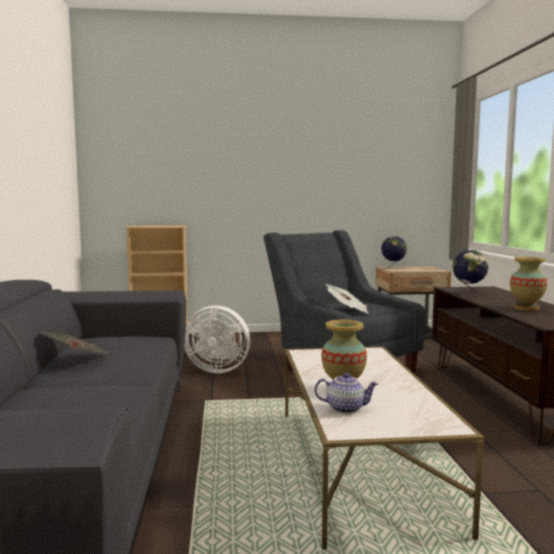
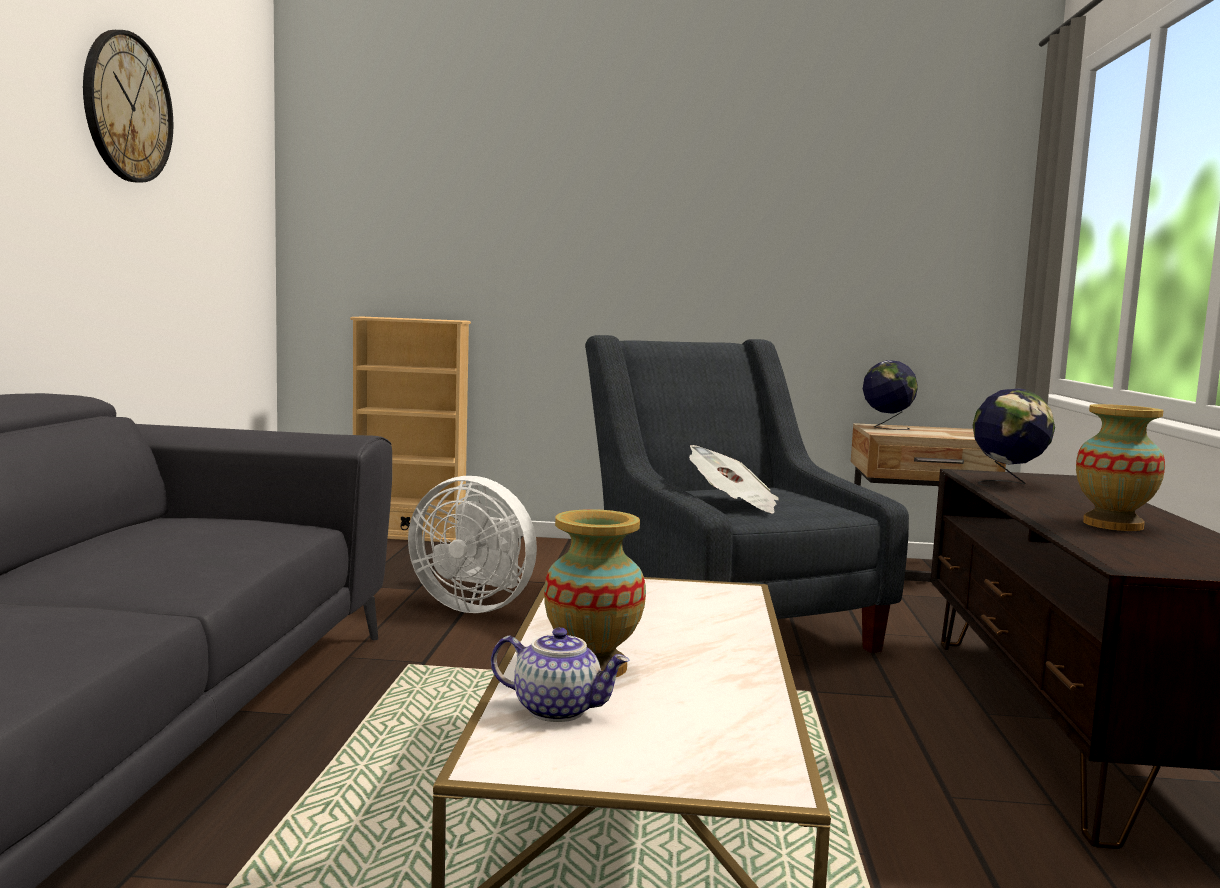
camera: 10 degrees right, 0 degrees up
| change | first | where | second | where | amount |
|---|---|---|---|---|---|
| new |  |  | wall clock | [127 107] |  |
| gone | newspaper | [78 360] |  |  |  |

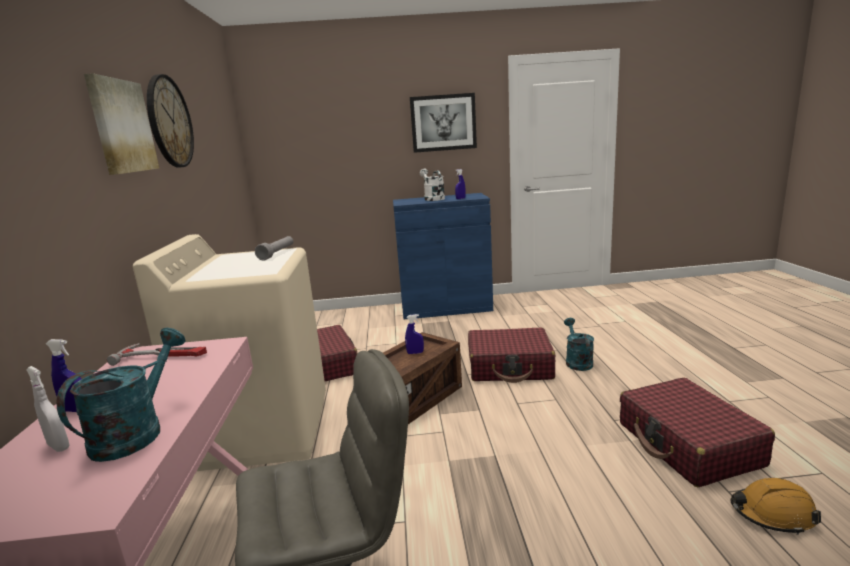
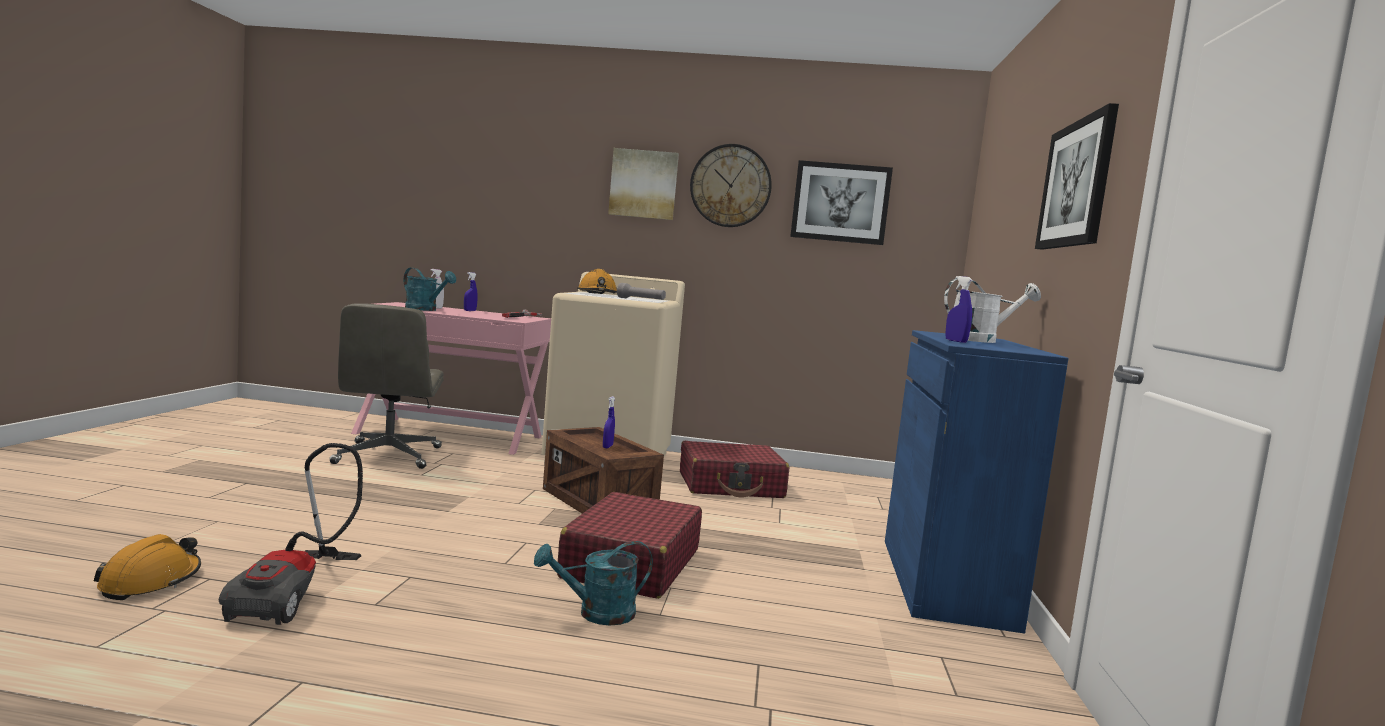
camera: 100 degrees right, 10 degrees down
| change | first | where | second | where | amount |
|---|---|---|---|---|---|
| swapped | red suitcase | [688 444] | vacuum cleaner | [296 595] |  |
| rotated | turquoise watering can | [577 361] |  | [596 614] | 150 degrees clockwise |
| new |  |  | orange hard hat | [597 294] |  |
| new |  |  | picture | [840 203] |  |

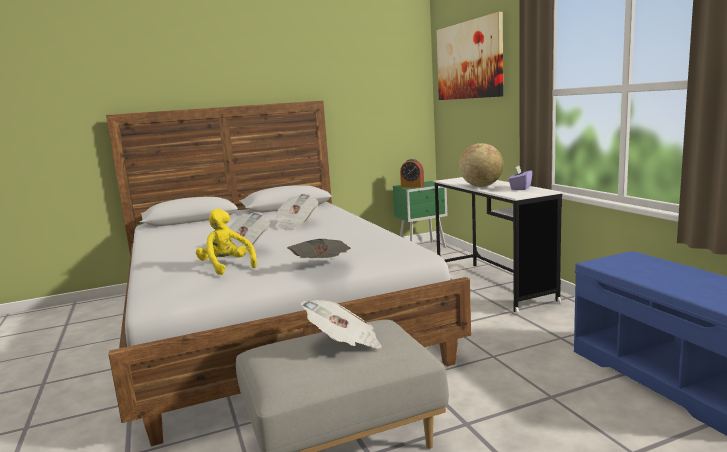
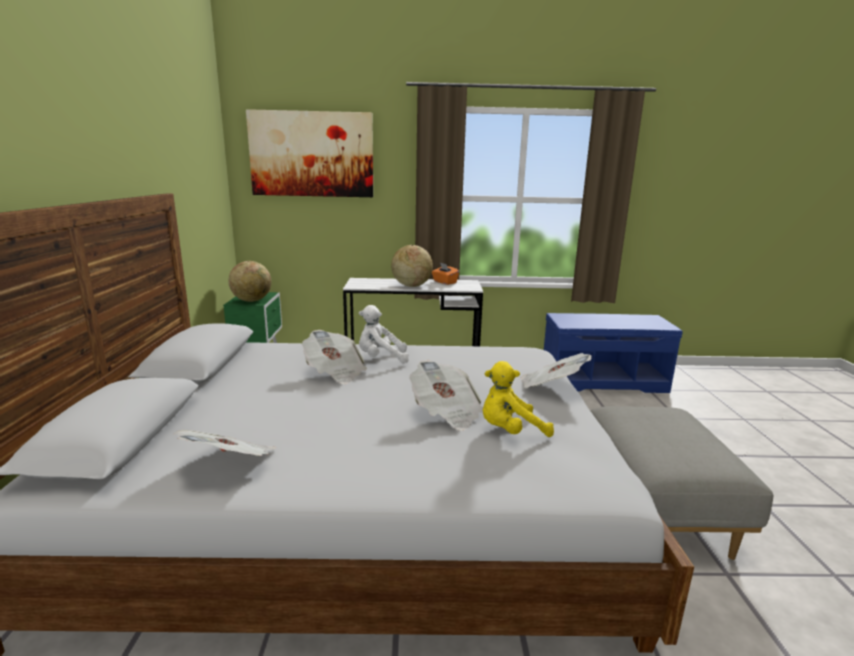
camera: 70 degrees left, 5 degrees up
| change | first | where | second | where | amount |
|---|---|---|---|---|---|
| shifted | newspaper | [344 343] |  | [231 464] |  |
| swapped | alarm clock | [412 186] | globe | [252 300] |  |
| new |  |  | white plush toy | [381 358] |  |
| repainted | purple tissue box | [520 188] | orange tissue box | [444 282] |  |

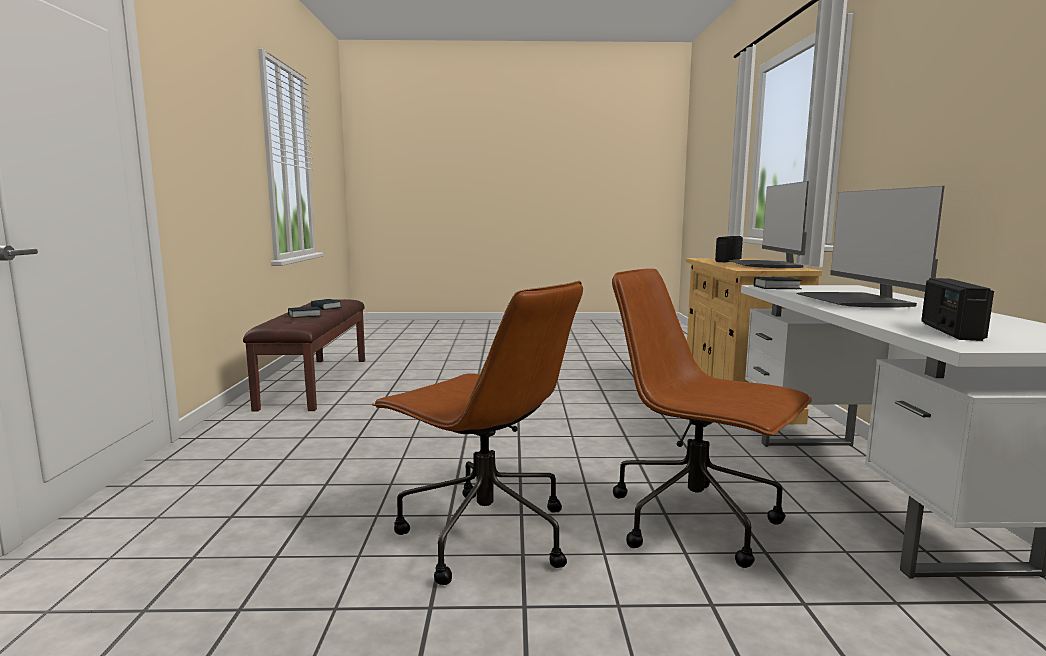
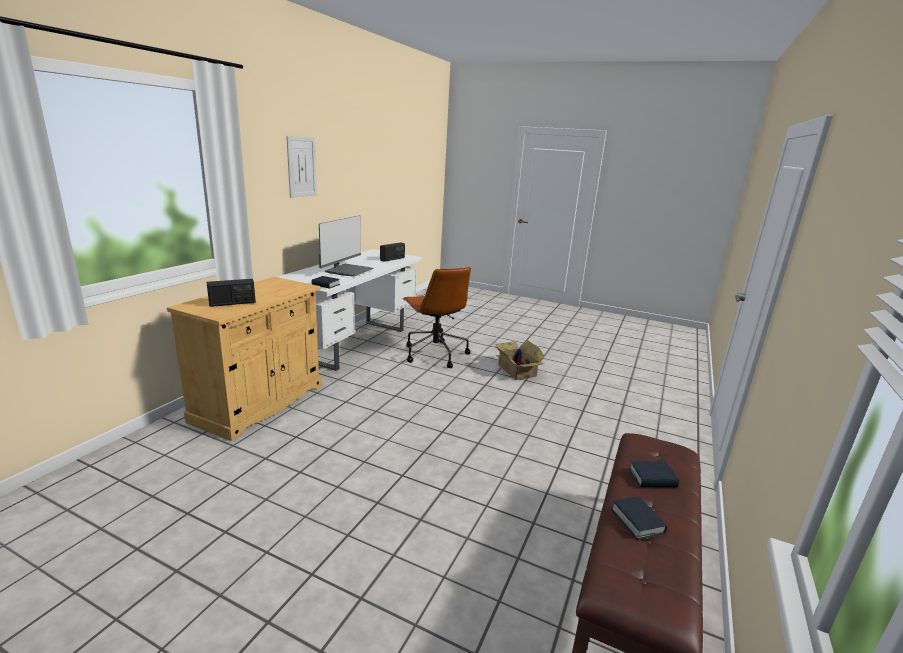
camera: 155 degrees left, 10 degrees up
| change | first | where | second | where | amount |
|---|---|---|---|---|---|
| new |  |  | picture | [301 167] |  |
| swapped | brown office chair | [483 535] | cardboard box | [516 370] |  |
| gone | monitor | [766 265] |  |  |  |

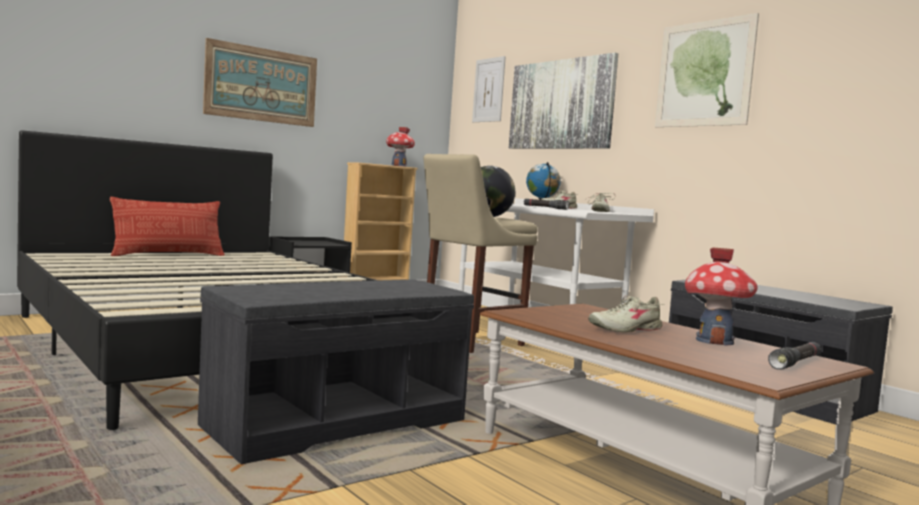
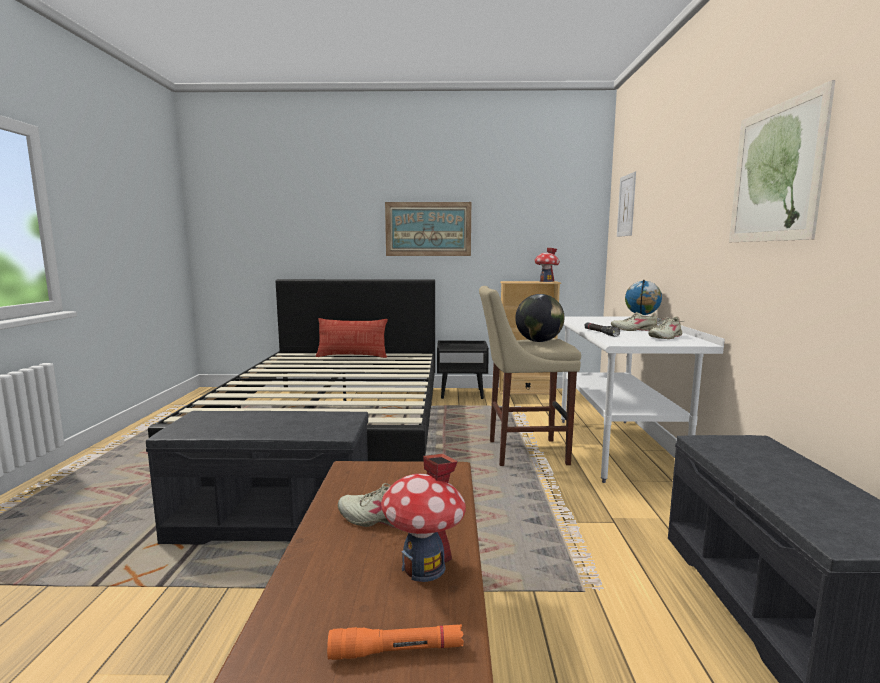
camera: 40 degrees right, 5 degrees up
| change | first | where | second | where | amount |
|---|---|---|---|---|---|
| repainted | black flashlight | [795 363] | orange flashlight | [396 651] |  |
| gone | picture | [561 104] |  |  |  |

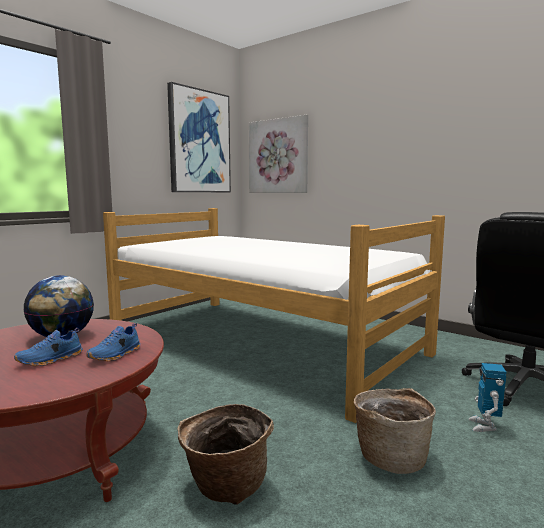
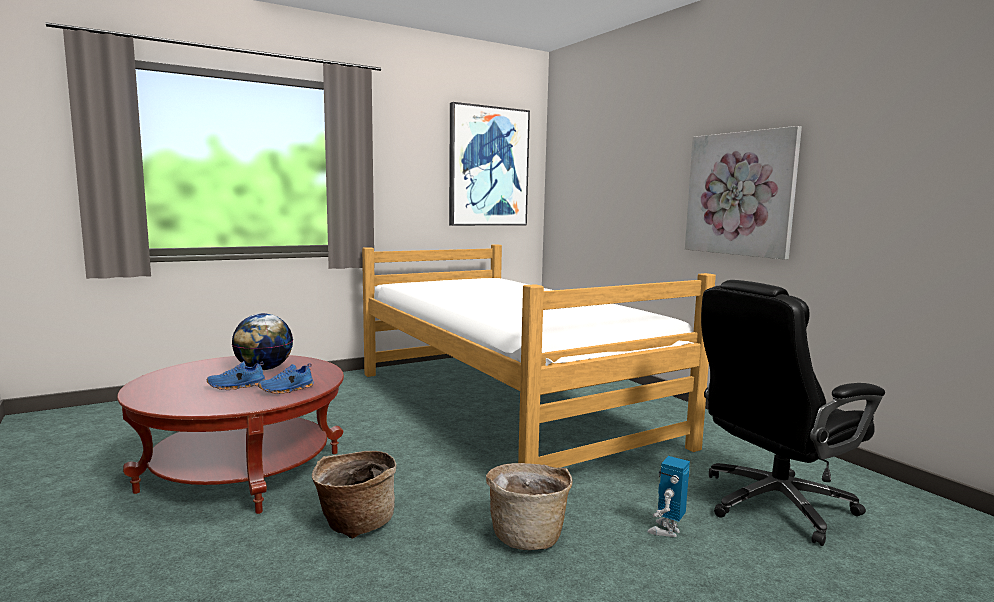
camera: 20 degrees right, 0 degrees up
| change | first | where | second | where | amount |
|---|---|---|---|---|---|
| shifted | picture | [278 156] |  | [739 194] |  |

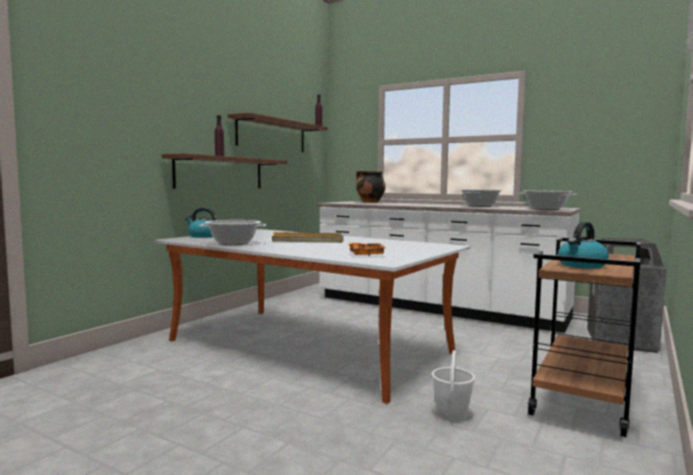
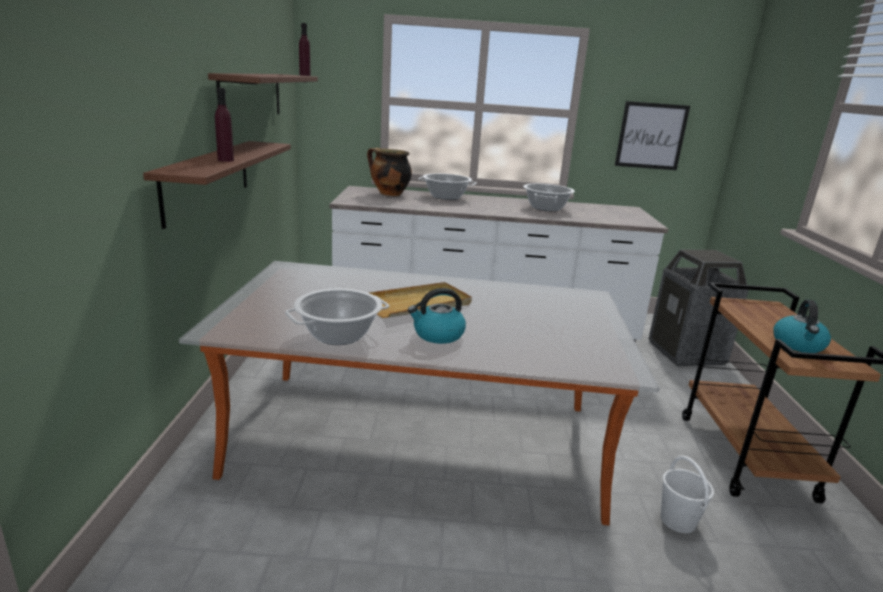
camera: 30 degrees left, 15 degrees up
| change | first | where | second | where | amount |
|---|---|---|---|---|---|
| shifted | kettle | [203 236] |  | [437 335] |  |
| shifted | cooking pot | [545 209] |  | [445 197] |  |
| new |  |  | picture | [651 136] |  |
| gone | orange tray | [365 254] |  |  |  |

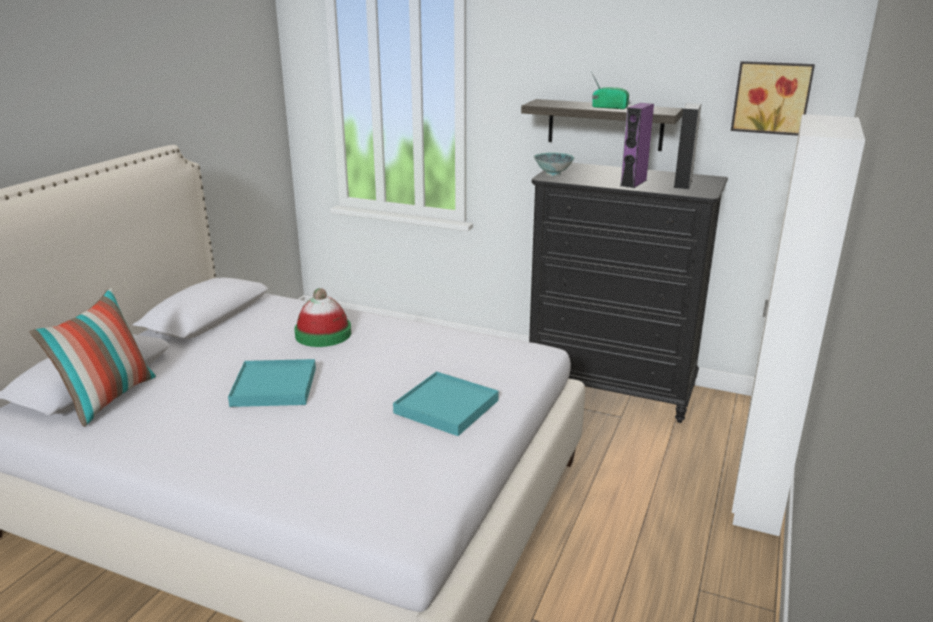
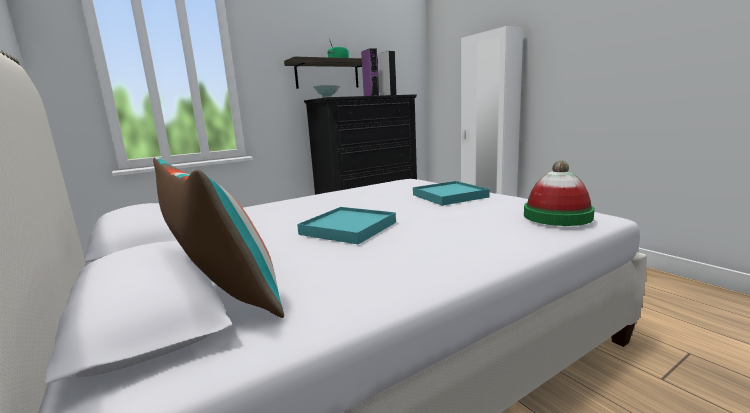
camera: 55 degrees left, 10 degrees down
| change | first | where | second | where | amount |
|---|---|---|---|---|---|
| shifted | hat | [323 334] |  | [557 216] |  |
| gone | picture | [771 97] |  |  |  |

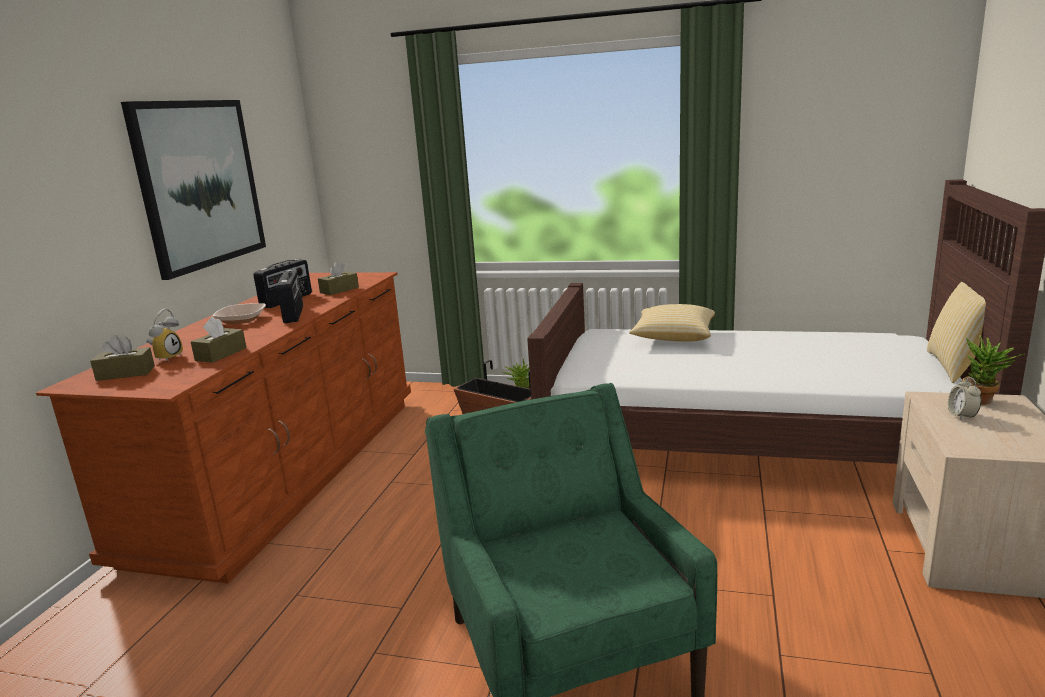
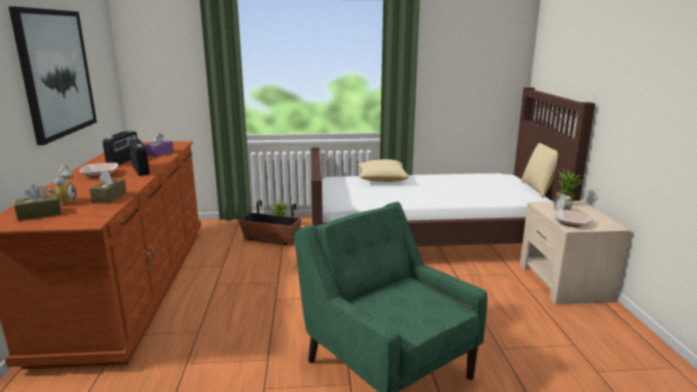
camera: 20 degrees left, 0 degrees up
| change | first | where | second | where | amount |
|---|---|---|---|---|---|
| repainted | brown tissue box | [339 290] | purple tissue box | [160 153] |  |
| new |  |  | bowl | [571 223] |  |

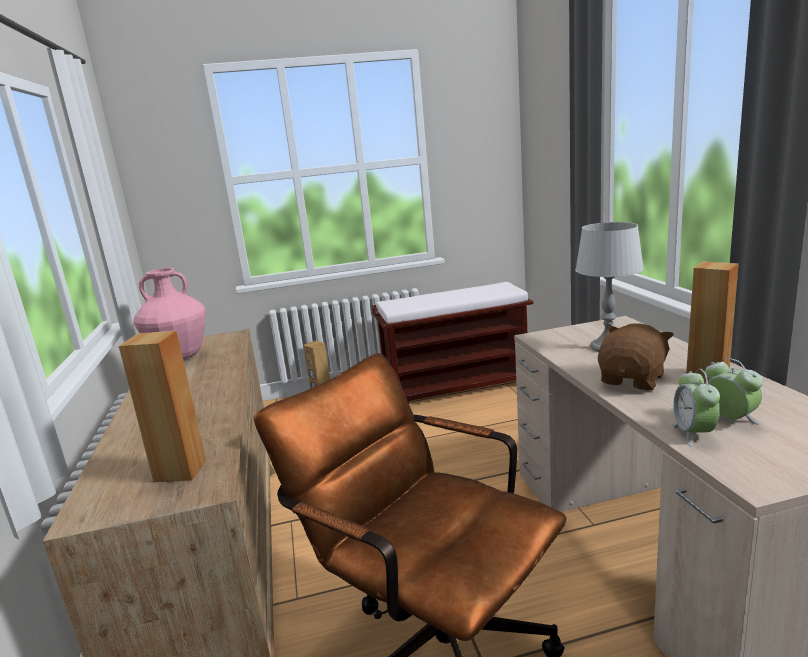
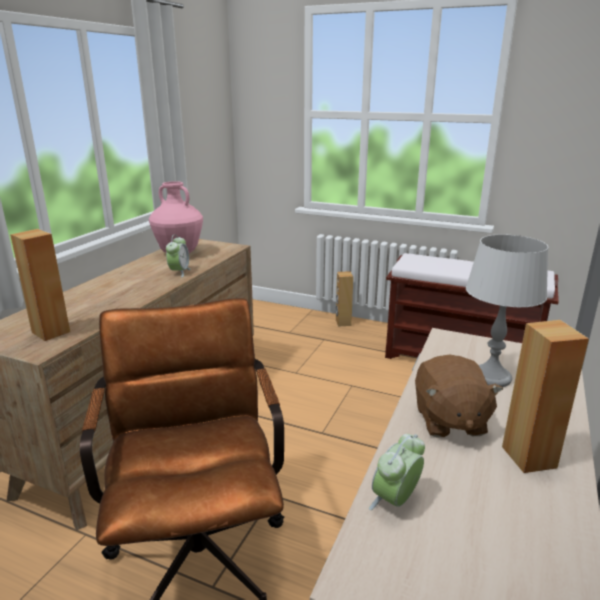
camera: 35 degrees right, 5 degrees up
| change | first | where | second | where | amount |
|---|---|---|---|---|---|
| shifted | alarm clock | [729 419] |  | [179 272] |  |
| rotated | brown plush toy | [633 380] |  | [449 420] | 105 degrees clockwise |

